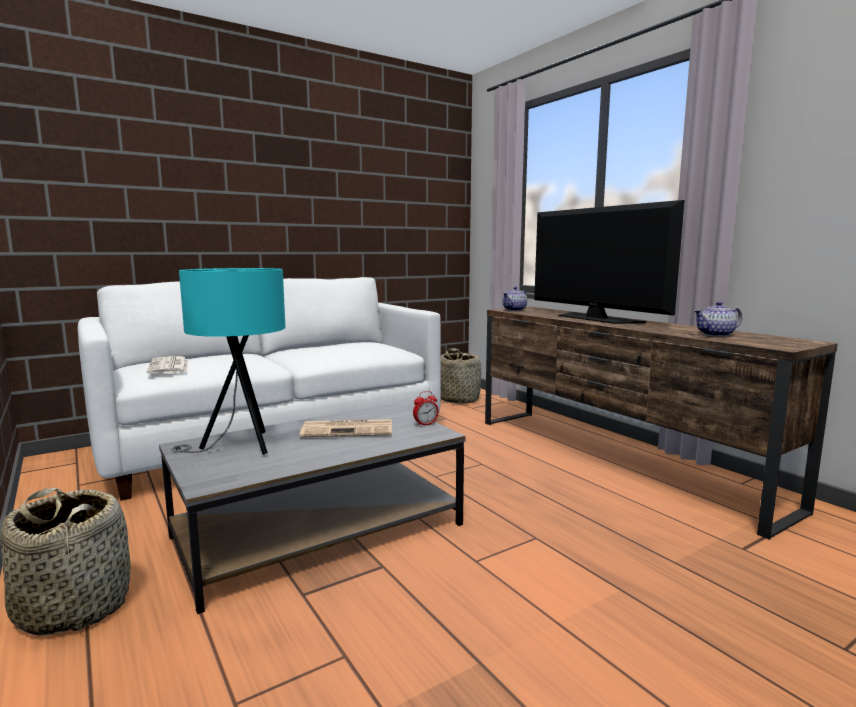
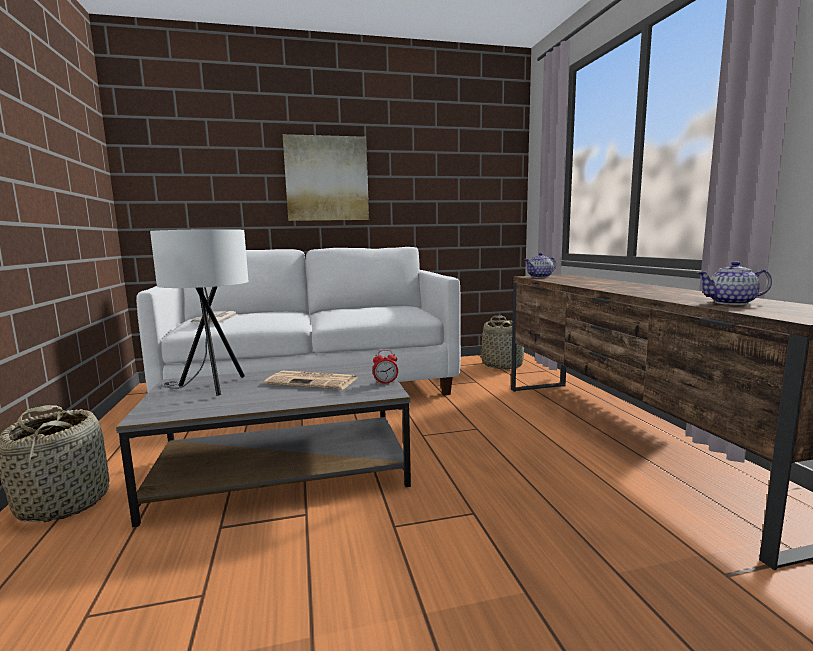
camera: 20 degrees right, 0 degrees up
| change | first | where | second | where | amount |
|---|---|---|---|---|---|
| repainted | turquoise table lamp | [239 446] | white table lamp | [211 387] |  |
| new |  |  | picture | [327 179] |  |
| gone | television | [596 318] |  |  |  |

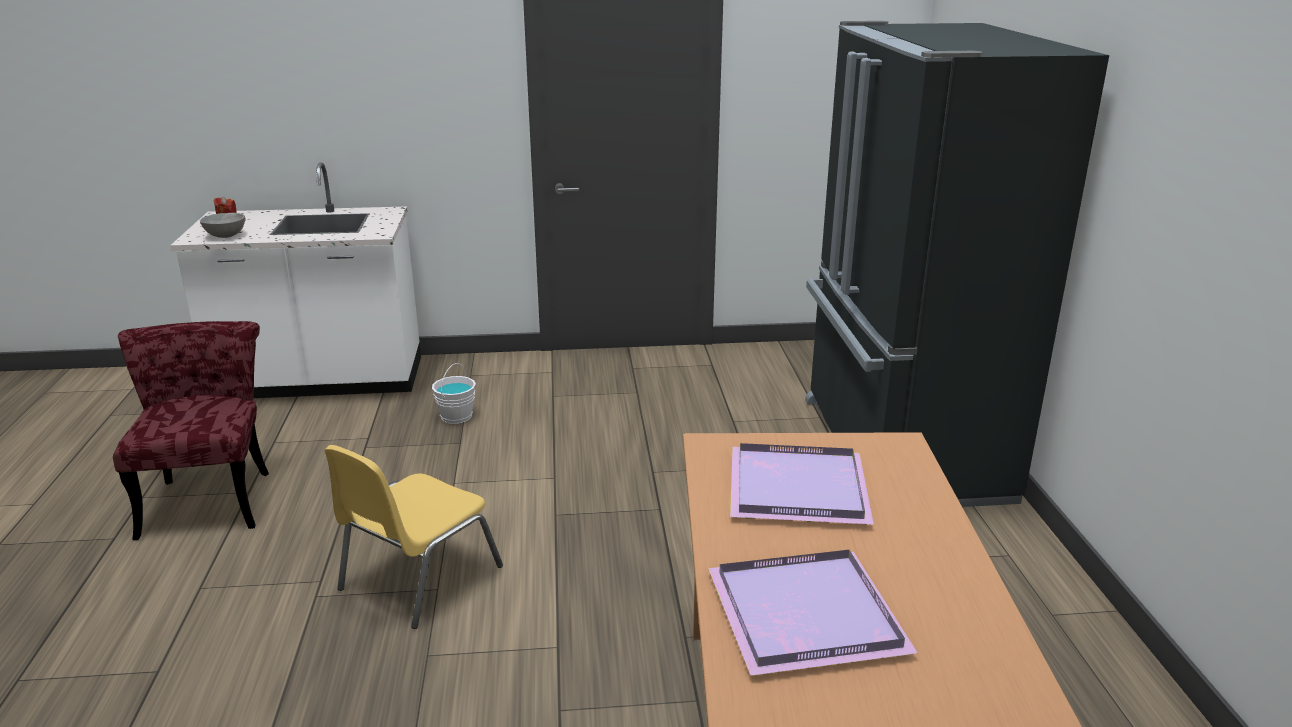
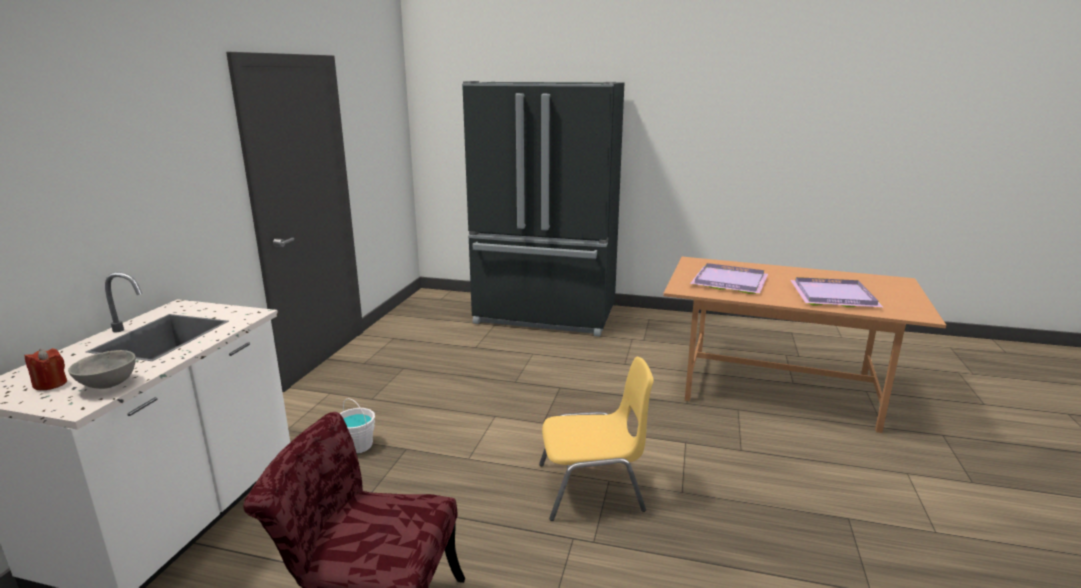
camera: 70 degrees left, 5 degrees down
| change | first | where | second | where | amount |
|---|---|---|---|---|---|
| rotated | yellow chair | [417 578] |  | [592 488] | 60 degrees counterclockwise |

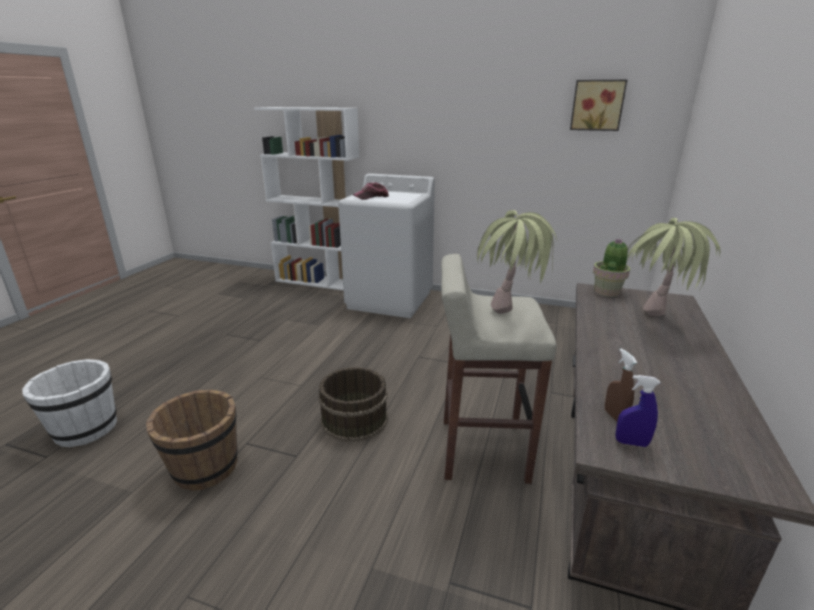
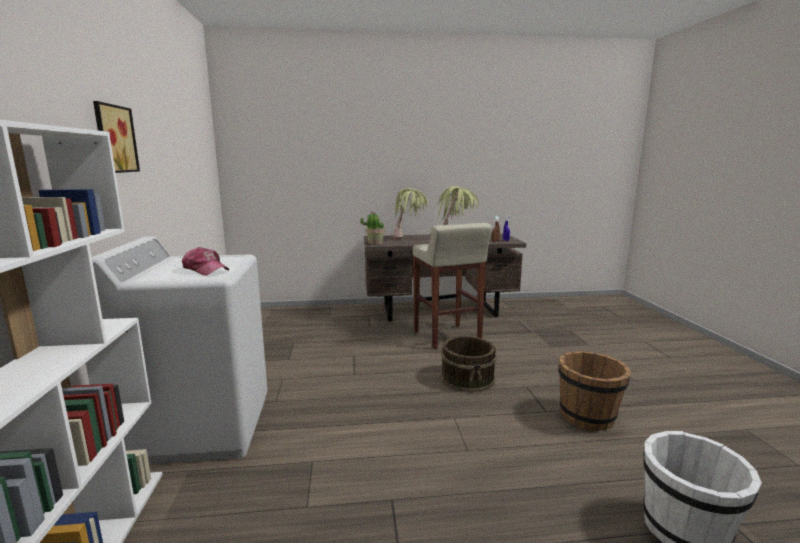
camera: 115 degrees left, 10 degrees down
| change | first | where | second | where | amount |
|---|---|---|---|---|---|
| shifted | picture | [597 105] |  | [113 139] |  |

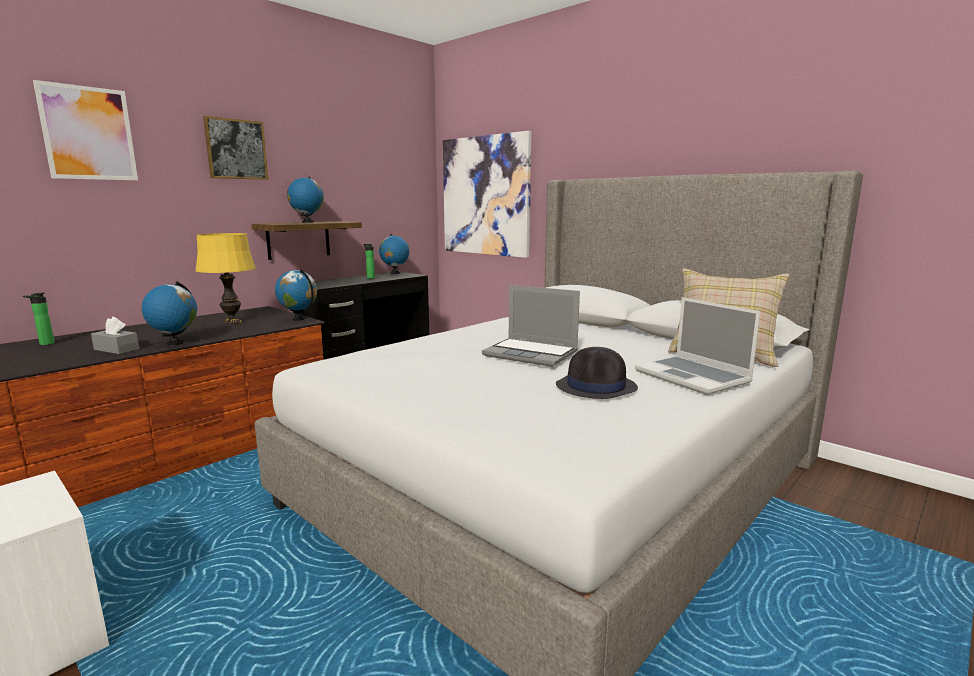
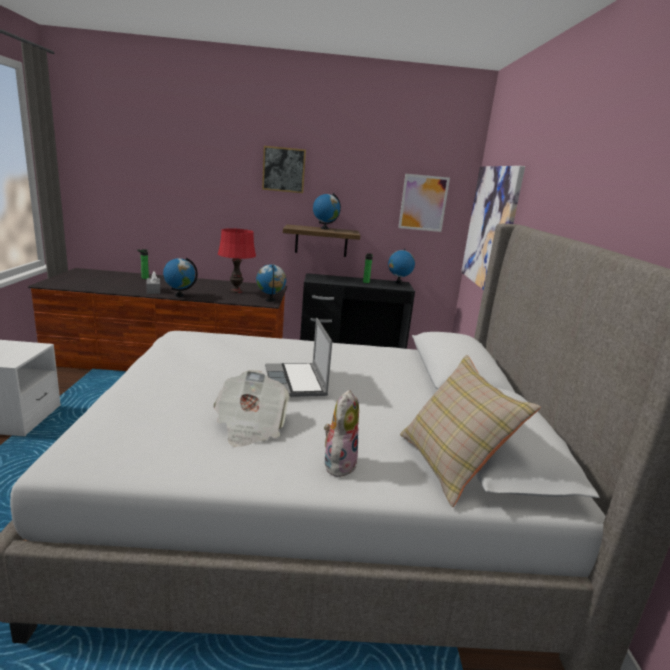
camera: 45 degrees right, 5 degrees up
| change | first | where | second | where | amount |
|---|---|---|---|---|---|
| swapped | black hat | [596 387] | newspaper | [250 426] |  |
| repainted | yellow table lamp | [232 322] | red table lamp | [236 291] |  |
| swapped | laptop | [693 377] | plush toy | [338 463] |  |
| shifted | picture | [88 133] |  | [423 203] |  |

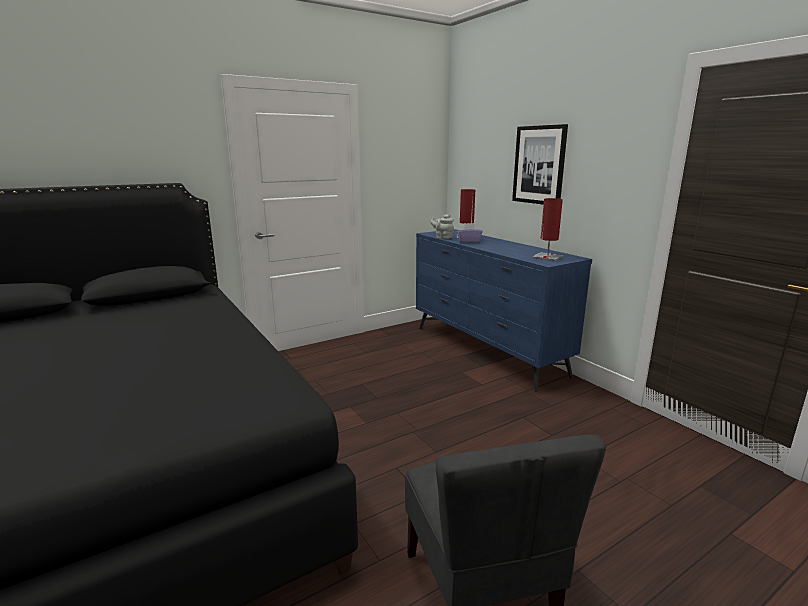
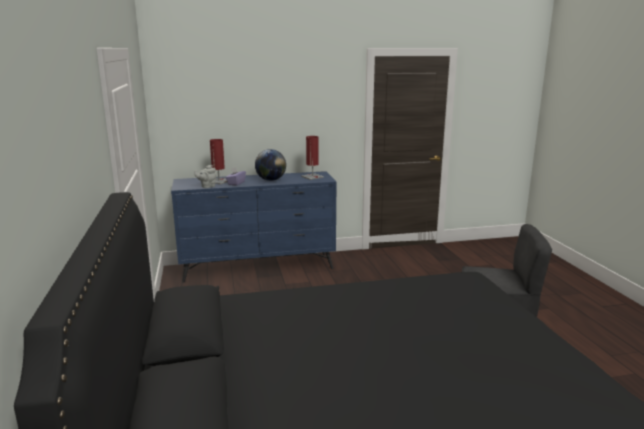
camera: 70 degrees left, 0 degrees up
| change | first | where | second | where | amount |
|---|---|---|---|---|---|
| new |  |  | globe | [271 180] |  |
| gone | picture | [539 165] |  |  |  |

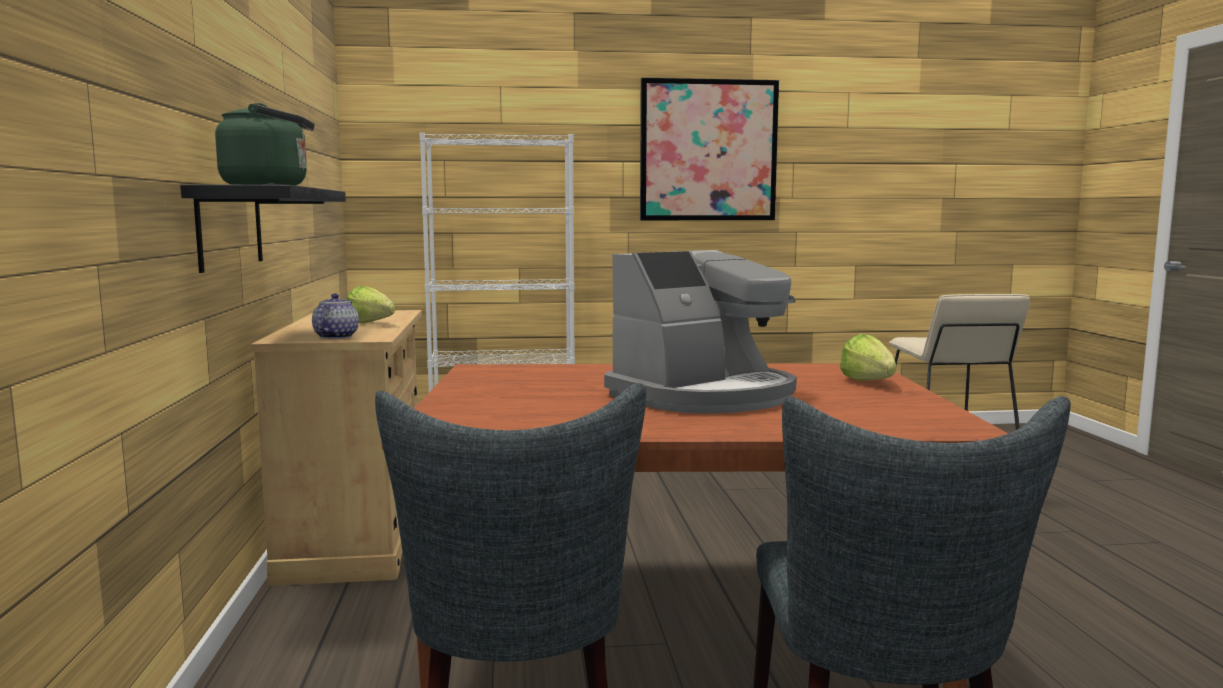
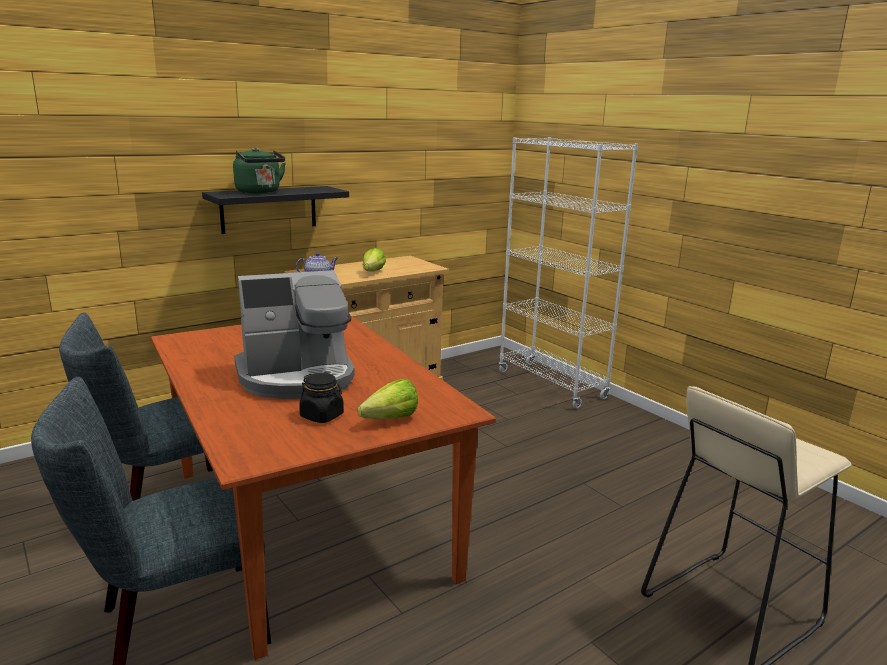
camera: 60 degrees right, 10 degrees up
| change | first | where | second | where | amount |
|---|---|---|---|---|---|
| rotated | coffee machine | [705 396] |  | [297 377] | 45 degrees counterclockwise |
| new |  |  | black jar | [322 416] |  |
| gone | picture | [708 150] |  |  |  |

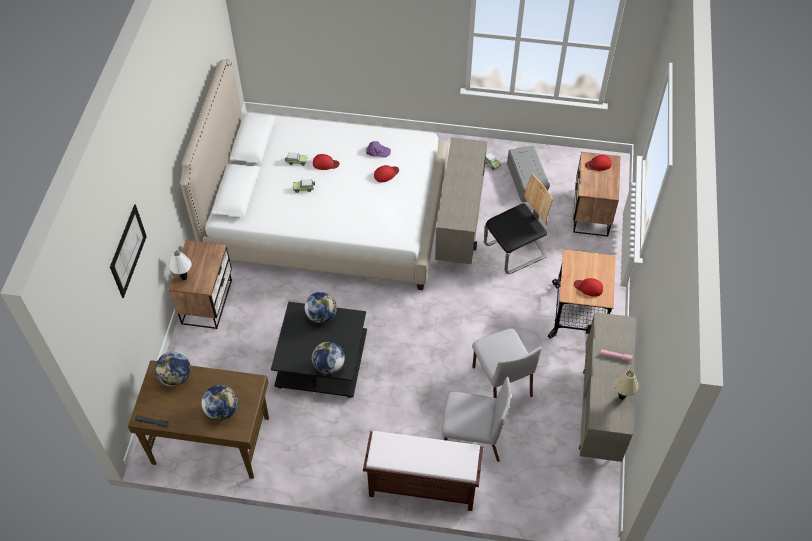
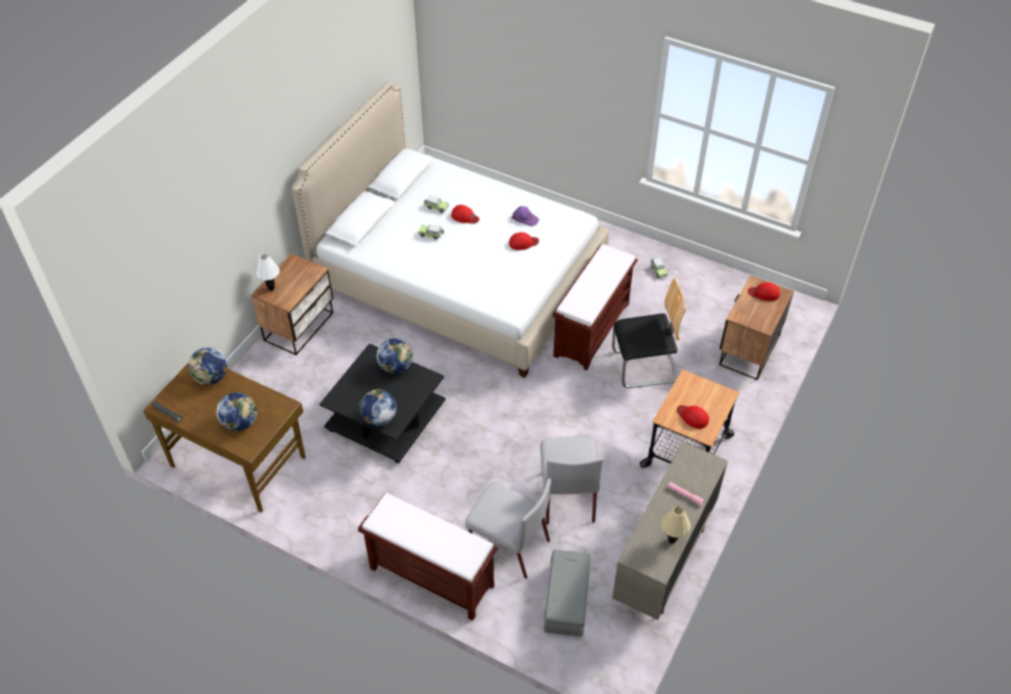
camera: 20 degrees right, 5 degrees down
| change | first | where | second | where | amount |
|---|---|---|---|---|---|
| shifted | grey storage box | [527 180] |  | [567 600] |  |
| swapped | beige cabinet | [459 230] | brown bench | [591 329] |  |
| gone | picture | [128 251] |  |  |  |

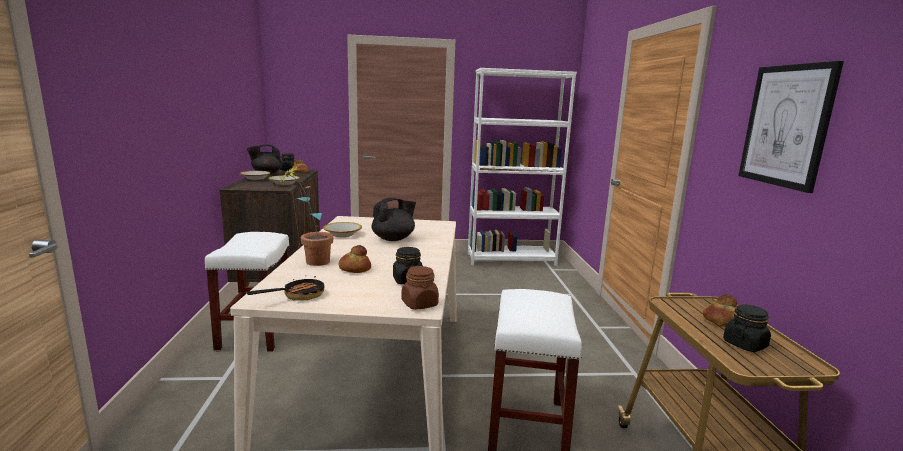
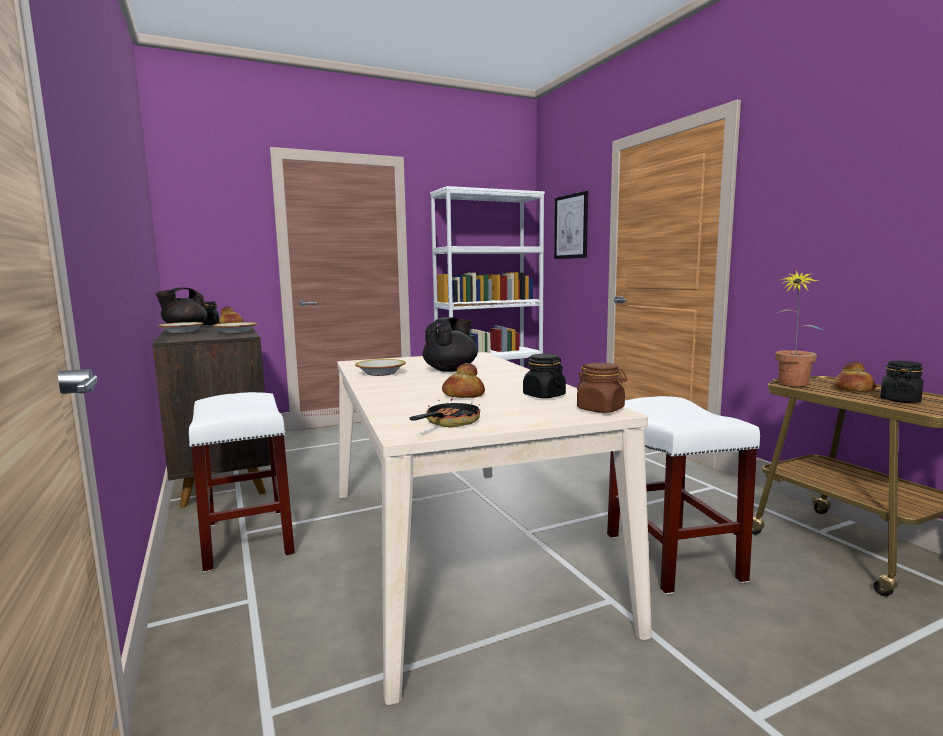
camera: 20 degrees left, 5 degrees down
| change | first | where | second | where | amount |
|---|---|---|---|---|---|
| shifted | picture | [786 126] |  | [571 226] |  |
| shifted | potted plant | [310 262] |  | [791 384] |  |

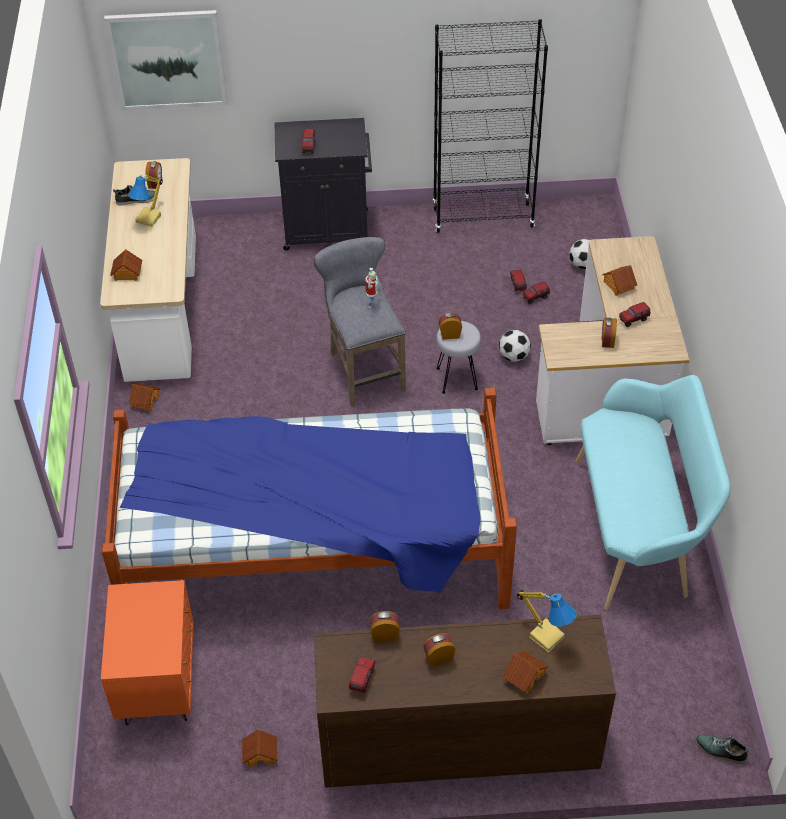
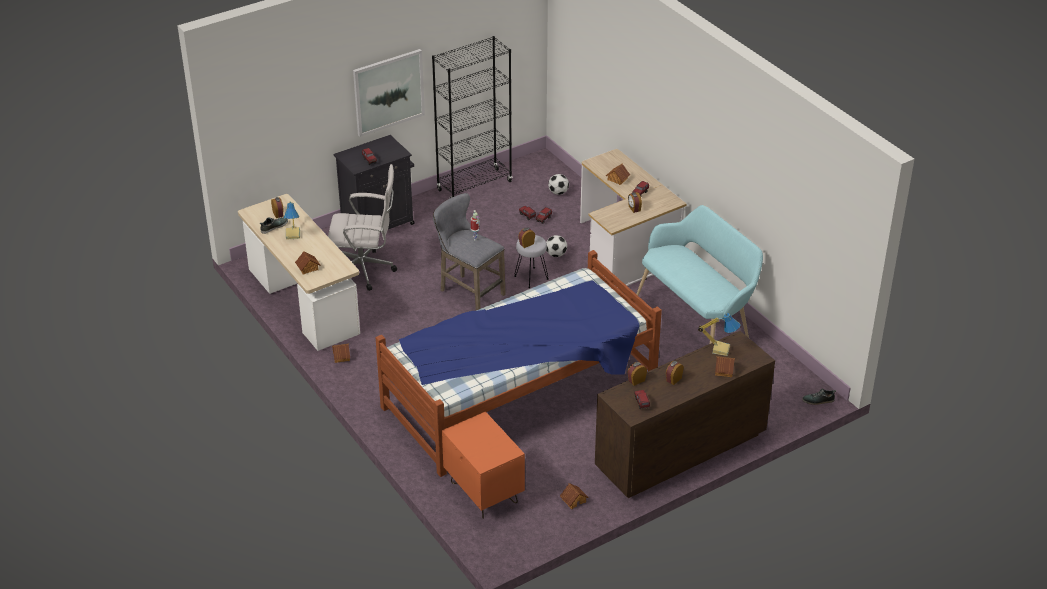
camera: 30 degrees left, 10 degrees down
| change | first | where | second | where | amount |
|---|---|---|---|---|---|
| new |  |  | white office chair | [366 270] |  |
| shifted | picture | [167 60] |  | [388 92] |  |

